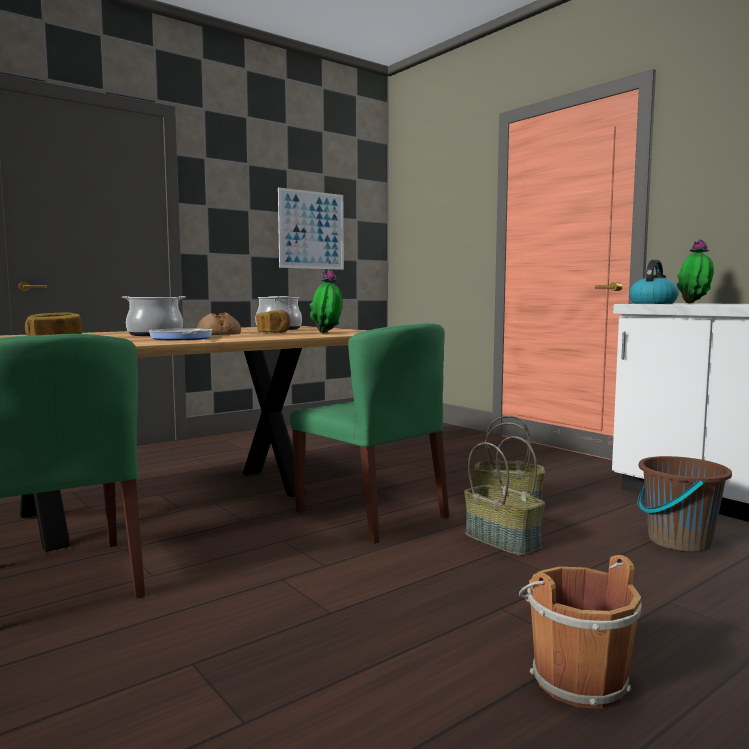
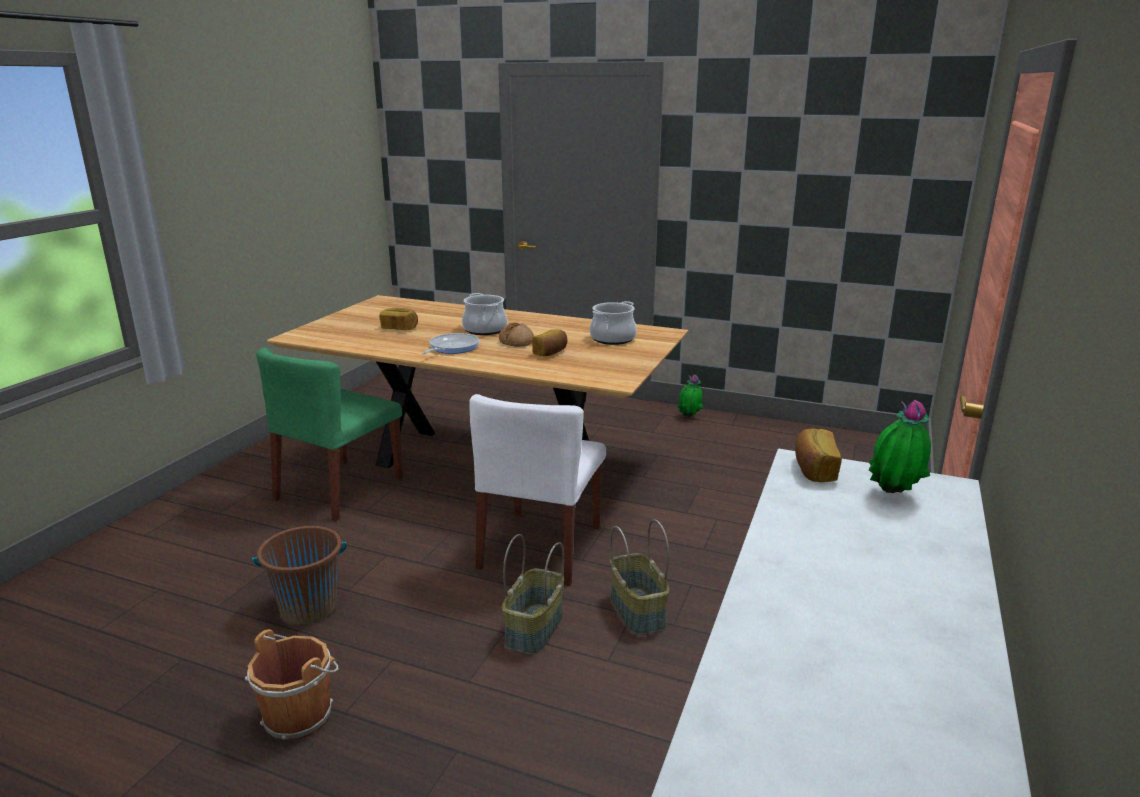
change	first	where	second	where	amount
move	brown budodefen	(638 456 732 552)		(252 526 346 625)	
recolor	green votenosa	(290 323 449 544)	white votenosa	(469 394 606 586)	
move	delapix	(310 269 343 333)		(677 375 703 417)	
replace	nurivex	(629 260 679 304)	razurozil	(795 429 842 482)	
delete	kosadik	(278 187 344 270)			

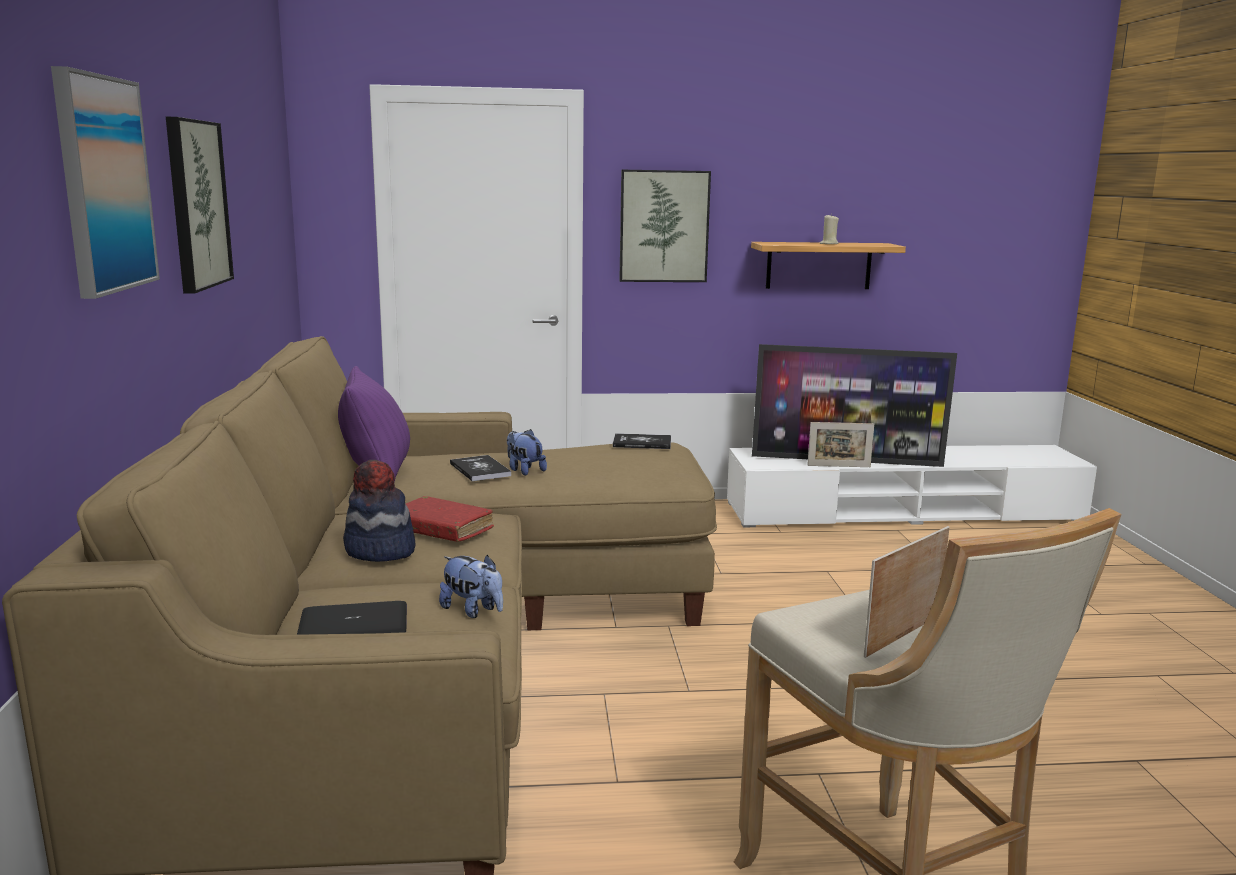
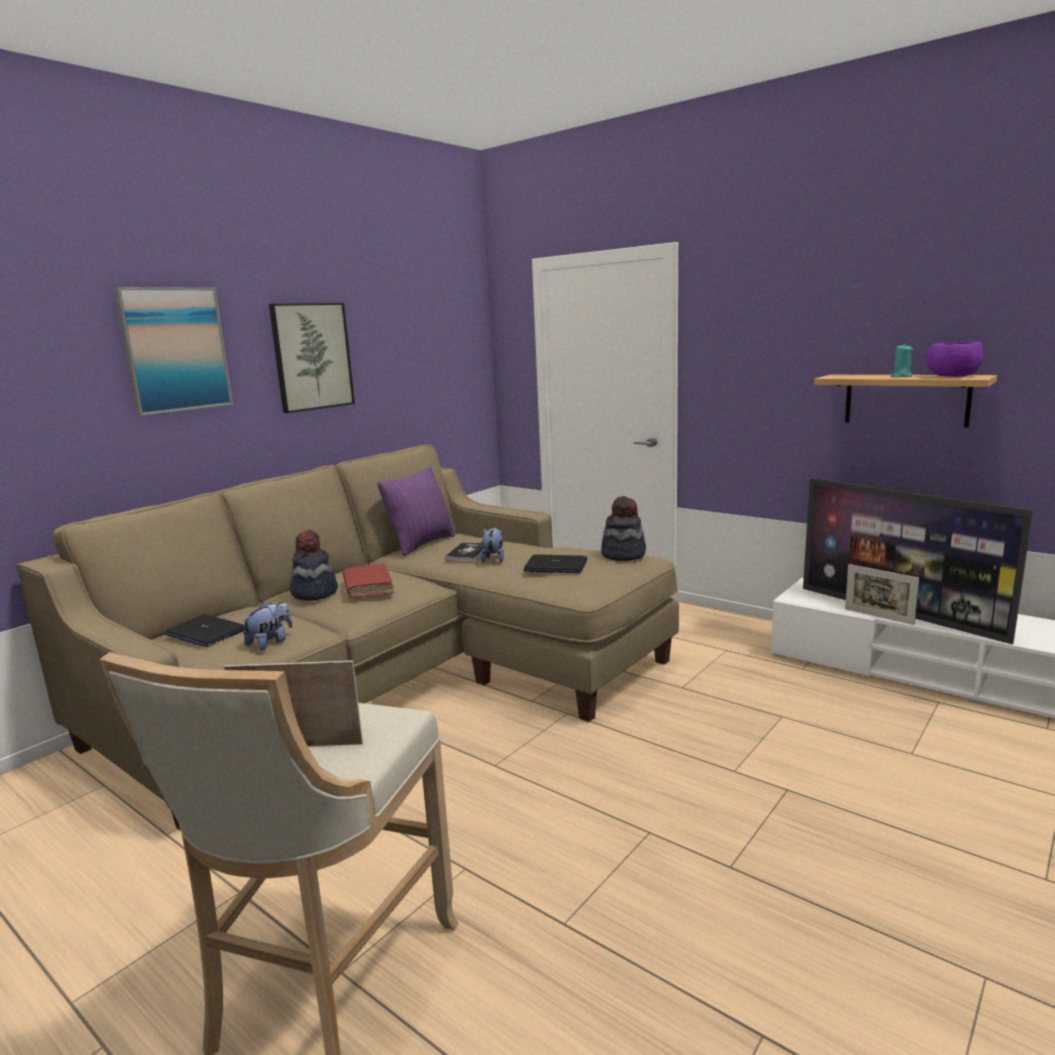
change	first	where	second	where	amount
rotate	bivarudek	(439 555 503 618)		(242 602 293 650)	135 degrees counterclockwise
insert			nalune	(523 554 587 573)	
replace	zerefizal	(613 433 671 449)	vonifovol	(601 496 646 561)	
recolor	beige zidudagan	(820 214 839 244)	turquoise zidudagan	(890 344 913 377)	
insert			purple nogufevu	(926 342 983 377)	
delete	kosadik	(619 170 711 282)			

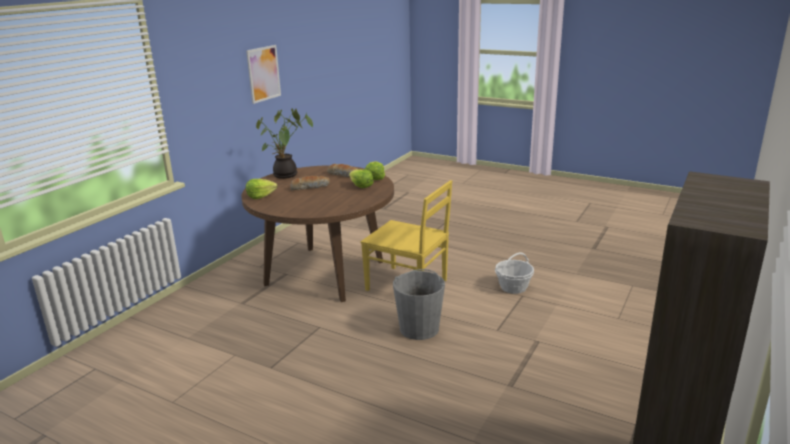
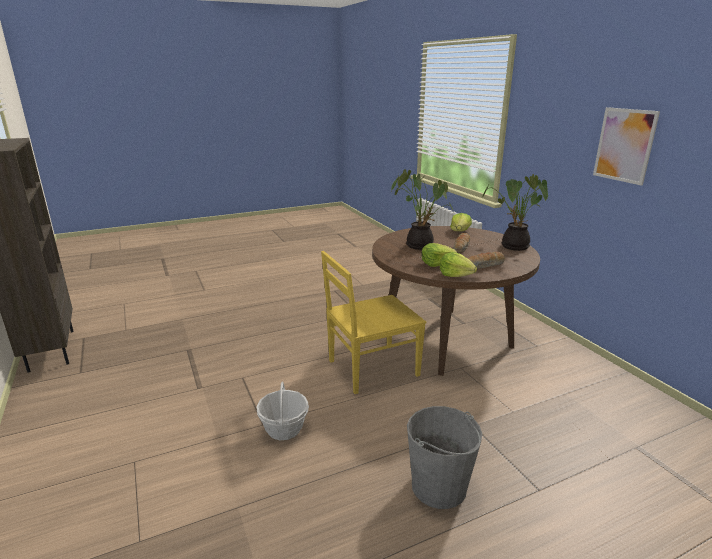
change	first	where	second	where	amount
insert			delapix	(391 169 453 250)	
move	grey budodefen	(393 269 445 340)		(407 406 482 509)	

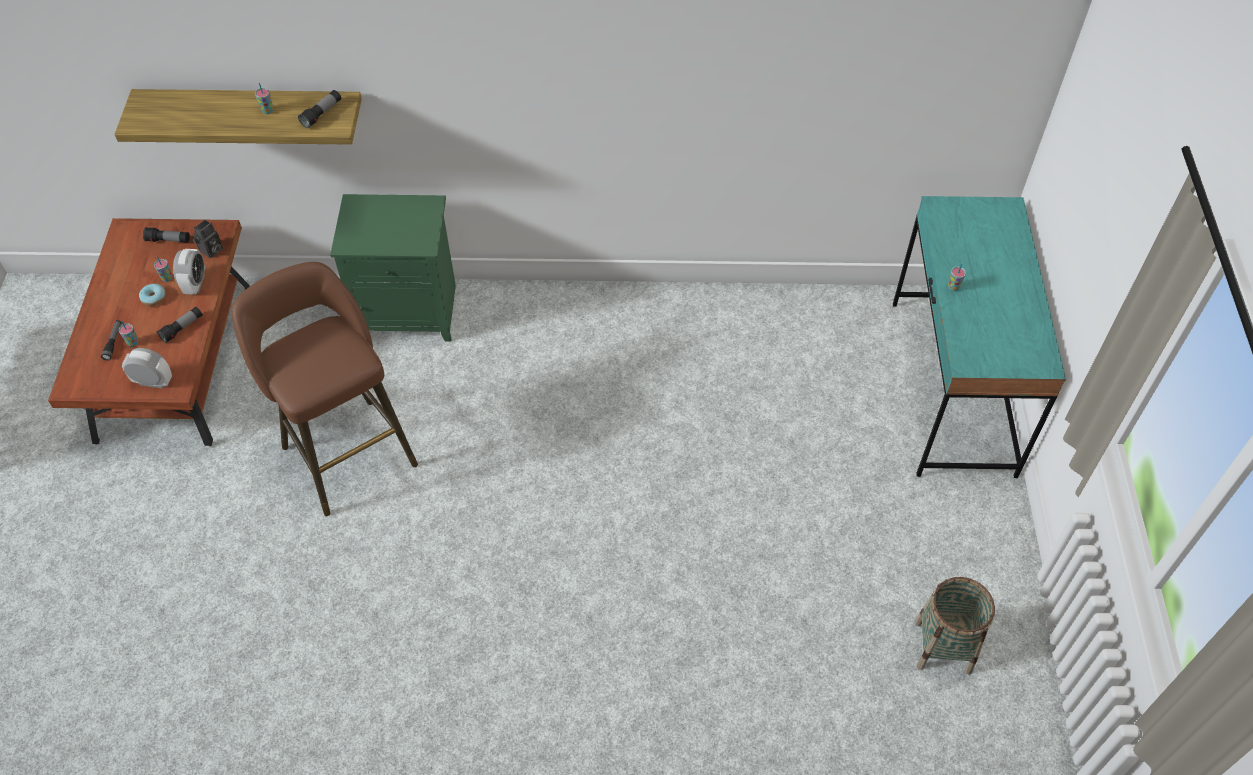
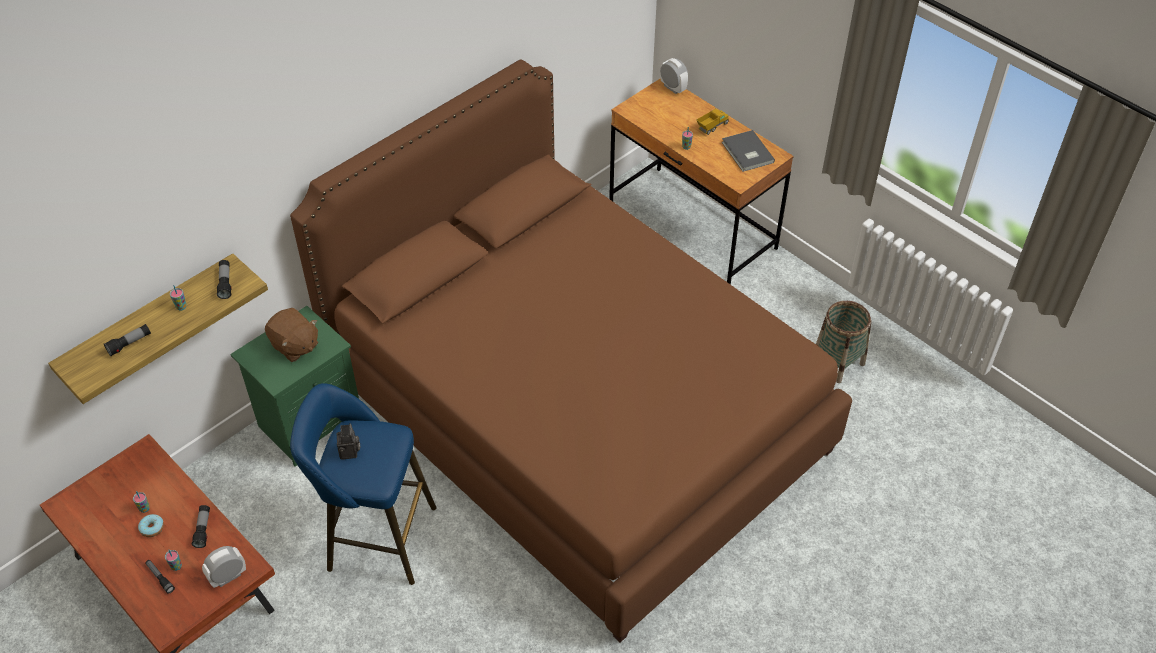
change	first	where	second	where	amount
move	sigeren	(143 227 190 243)		(104 324 151 356)	
insert			brown bivarudek	(265 308 318 362)	
insert			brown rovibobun	(290 59 852 643)	
recolor	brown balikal	(231 262 418 516)	blue balikal	(290 383 436 585)	
move	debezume	(193 220 223 258)		(337 423 360 460)	
recolor	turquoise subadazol	(893 196 1066 478)	brown subadazol	(609 78 794 285)	
move	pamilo	(173 249 205 295)		(660 58 688 94)	
insert			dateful	(697 109 729 135)	
insert			grey zerefizal	(722 130 775 172)	

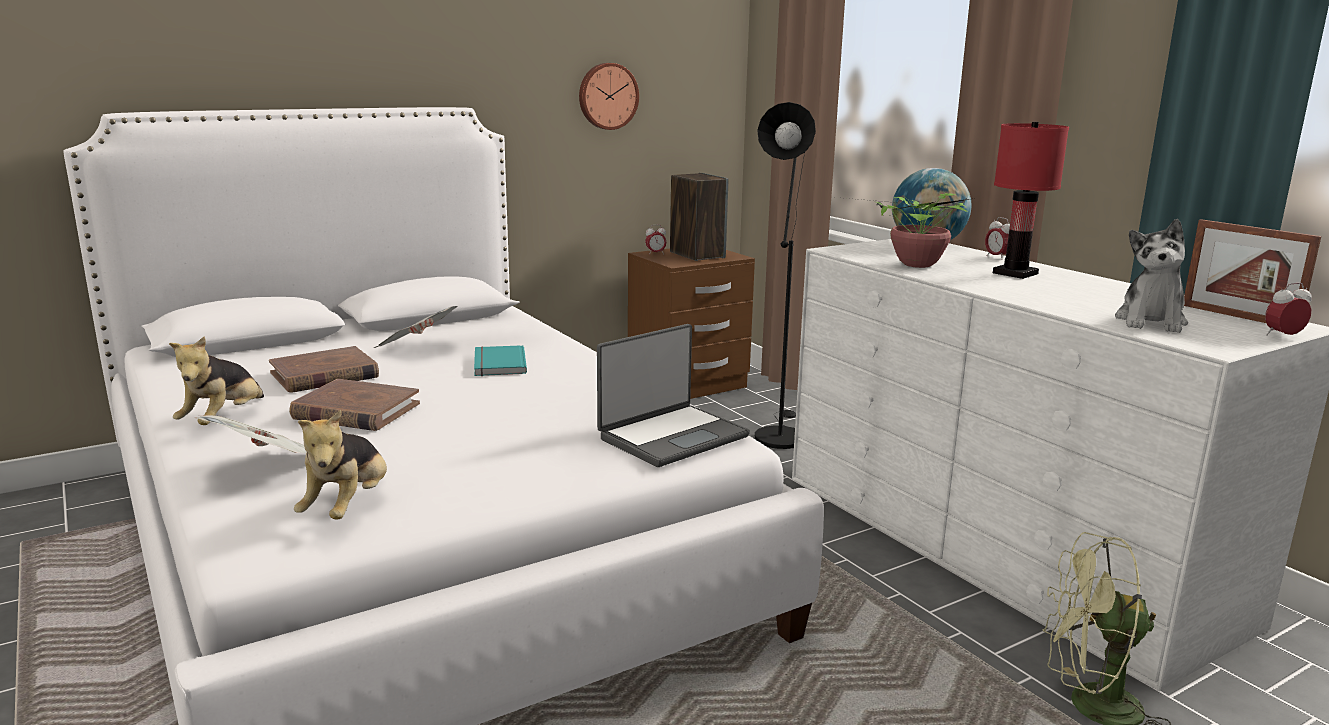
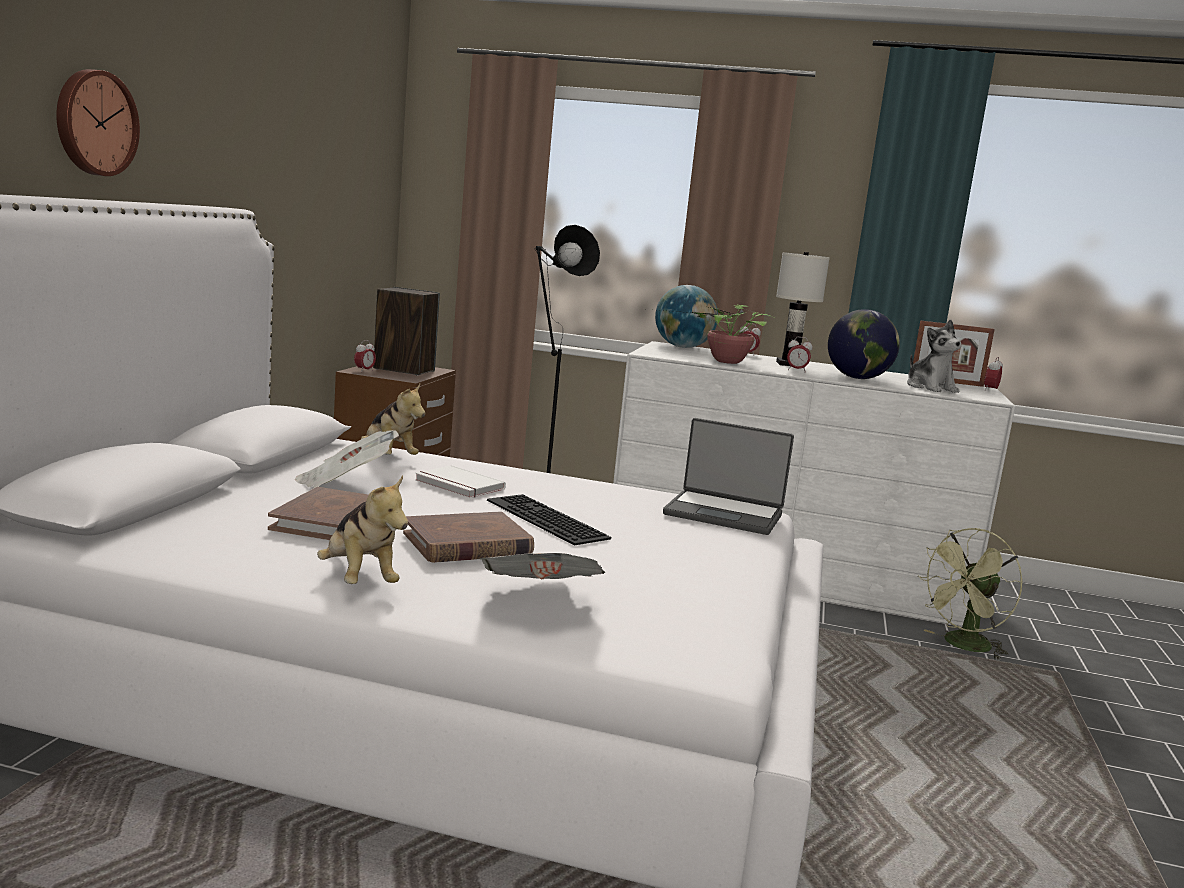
change	first	where	second	where	amount
move	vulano	(579 63 639 130)		(56 69 140 176)	
move	bivarudek	(294 410 387 520)		(361 384 425 455)	
recolor	turquoise zerefizal	(474 345 527 376)	white zerefizal	(415 465 506 498)	
insert			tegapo	(487 494 611 546)	
rotate	nalune	(597 324 750 467)		(663 418 794 535)	105 degrees clockwise
recolor	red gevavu	(993 122 1069 279)	white gevavu	(776 252 830 366)	
insert			pamilo	(787 337 813 371)	
insert			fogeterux	(828 309 900 379)	

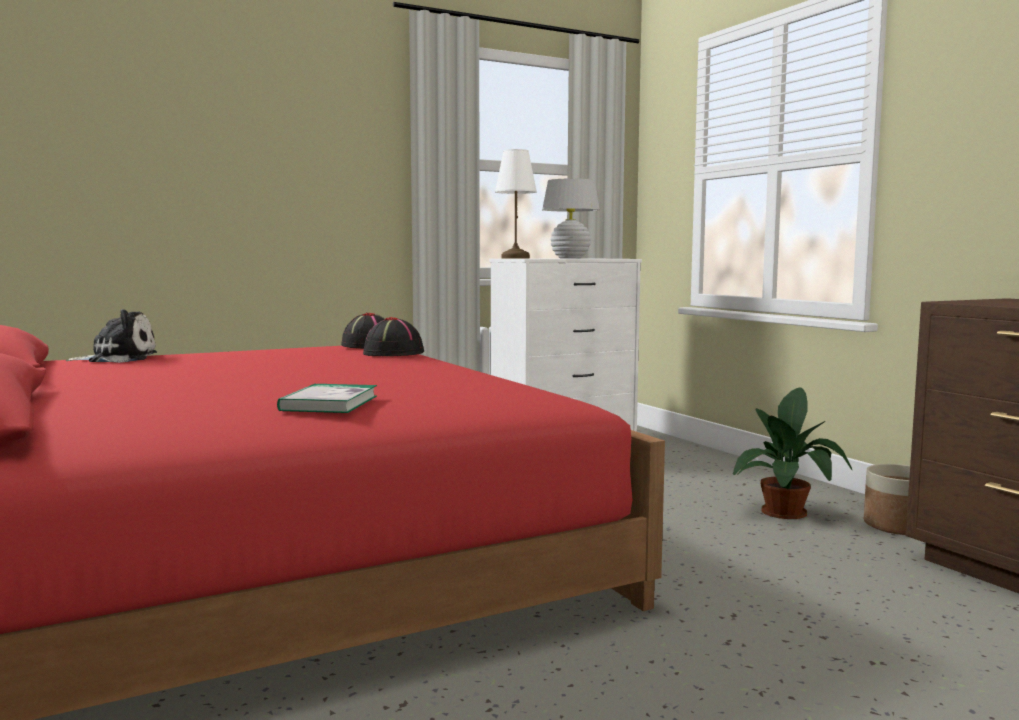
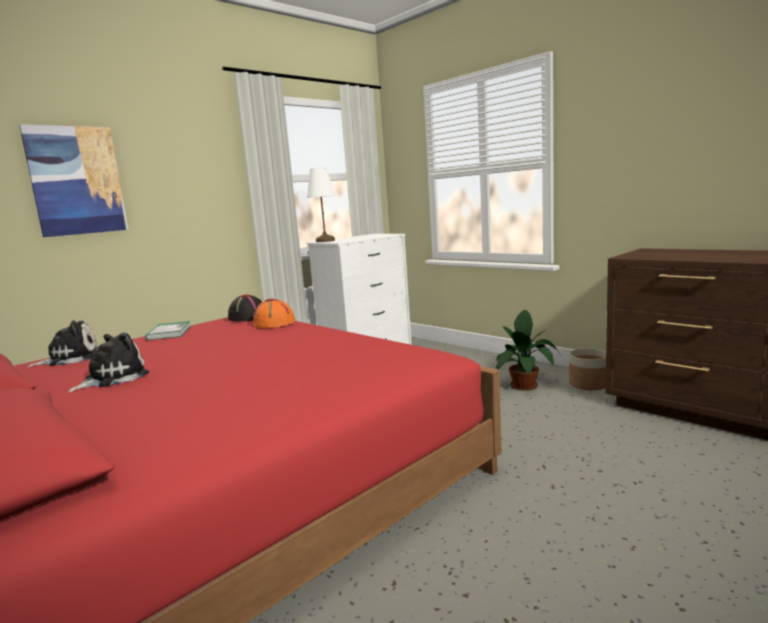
change	first	where	second	where	amount
insert			kosadik	(19 124 128 237)	
insert			bivarudek	(68 333 149 392)	
move	zerefizal	(277 383 377 413)		(145 321 191 340)	
recolor	black vonifovol	(363 317 424 356)	orange vonifovol	(253 299 295 328)	
delete	white gevavu	(542 178 600 259)			

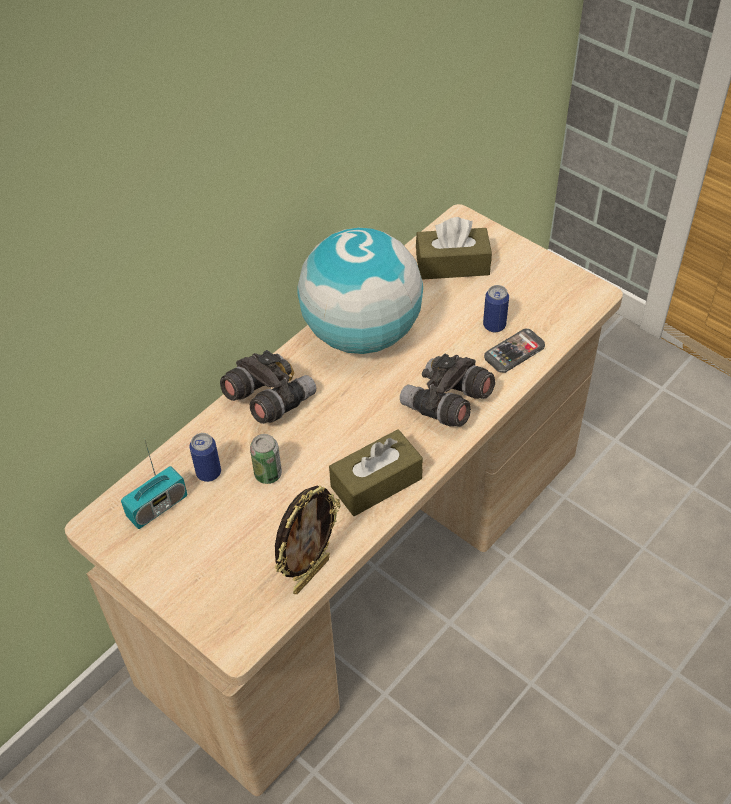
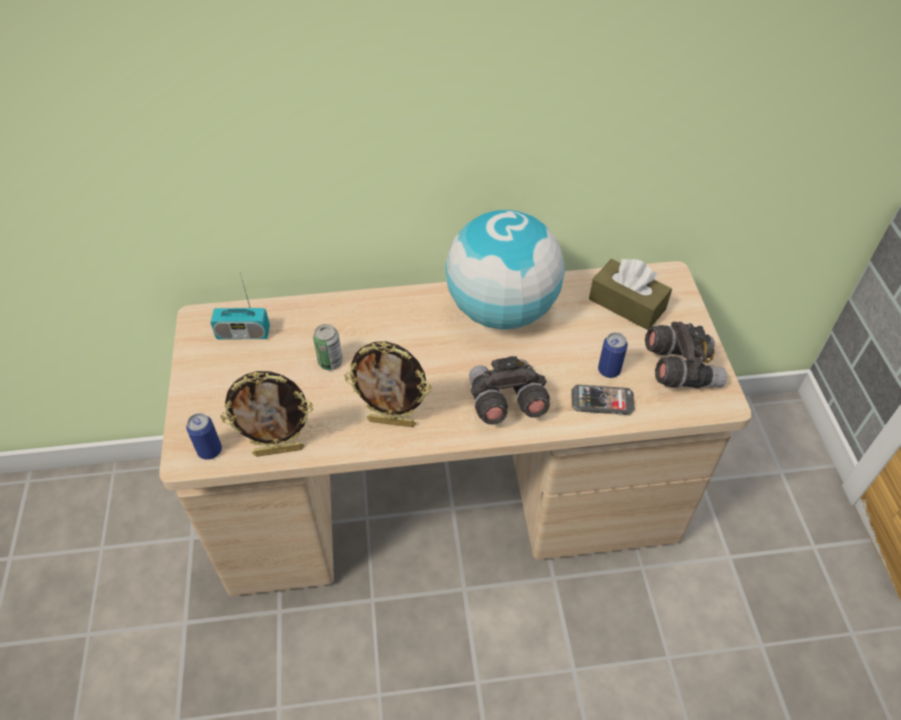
change	first	where	second	where	amount
move	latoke	(189 433 221 482)		(186 413 222 460)	
replace	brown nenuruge	(329 429 423 516)	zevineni	(344 341 432 427)	
move	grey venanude	(220 350 316 424)		(645 322 727 388)	

